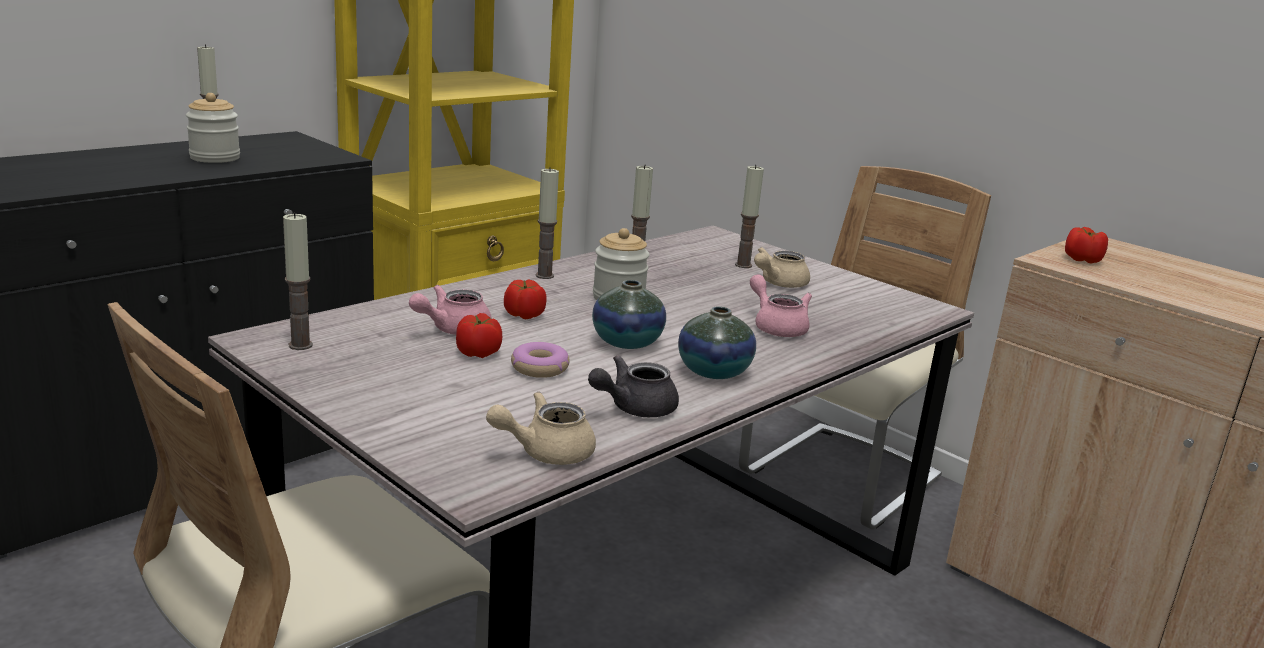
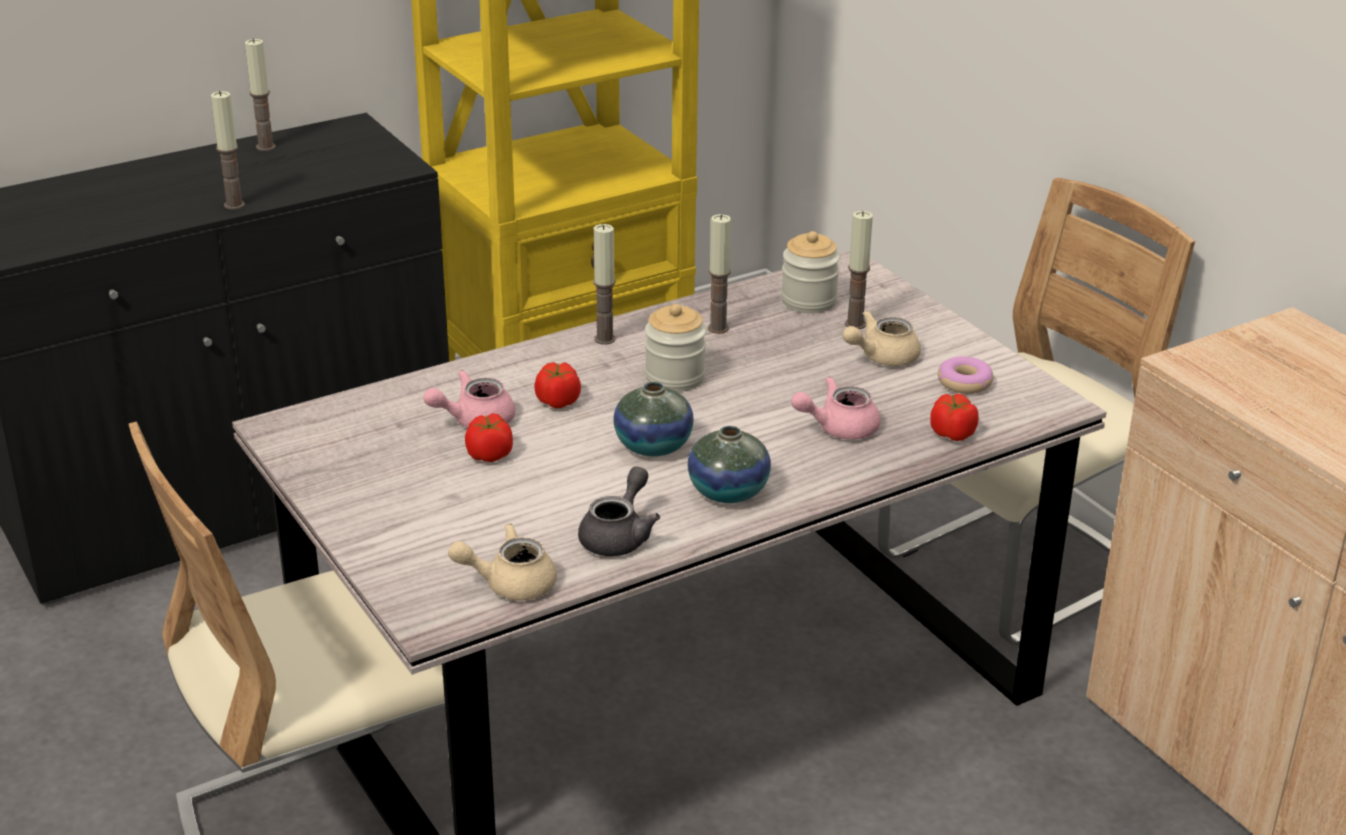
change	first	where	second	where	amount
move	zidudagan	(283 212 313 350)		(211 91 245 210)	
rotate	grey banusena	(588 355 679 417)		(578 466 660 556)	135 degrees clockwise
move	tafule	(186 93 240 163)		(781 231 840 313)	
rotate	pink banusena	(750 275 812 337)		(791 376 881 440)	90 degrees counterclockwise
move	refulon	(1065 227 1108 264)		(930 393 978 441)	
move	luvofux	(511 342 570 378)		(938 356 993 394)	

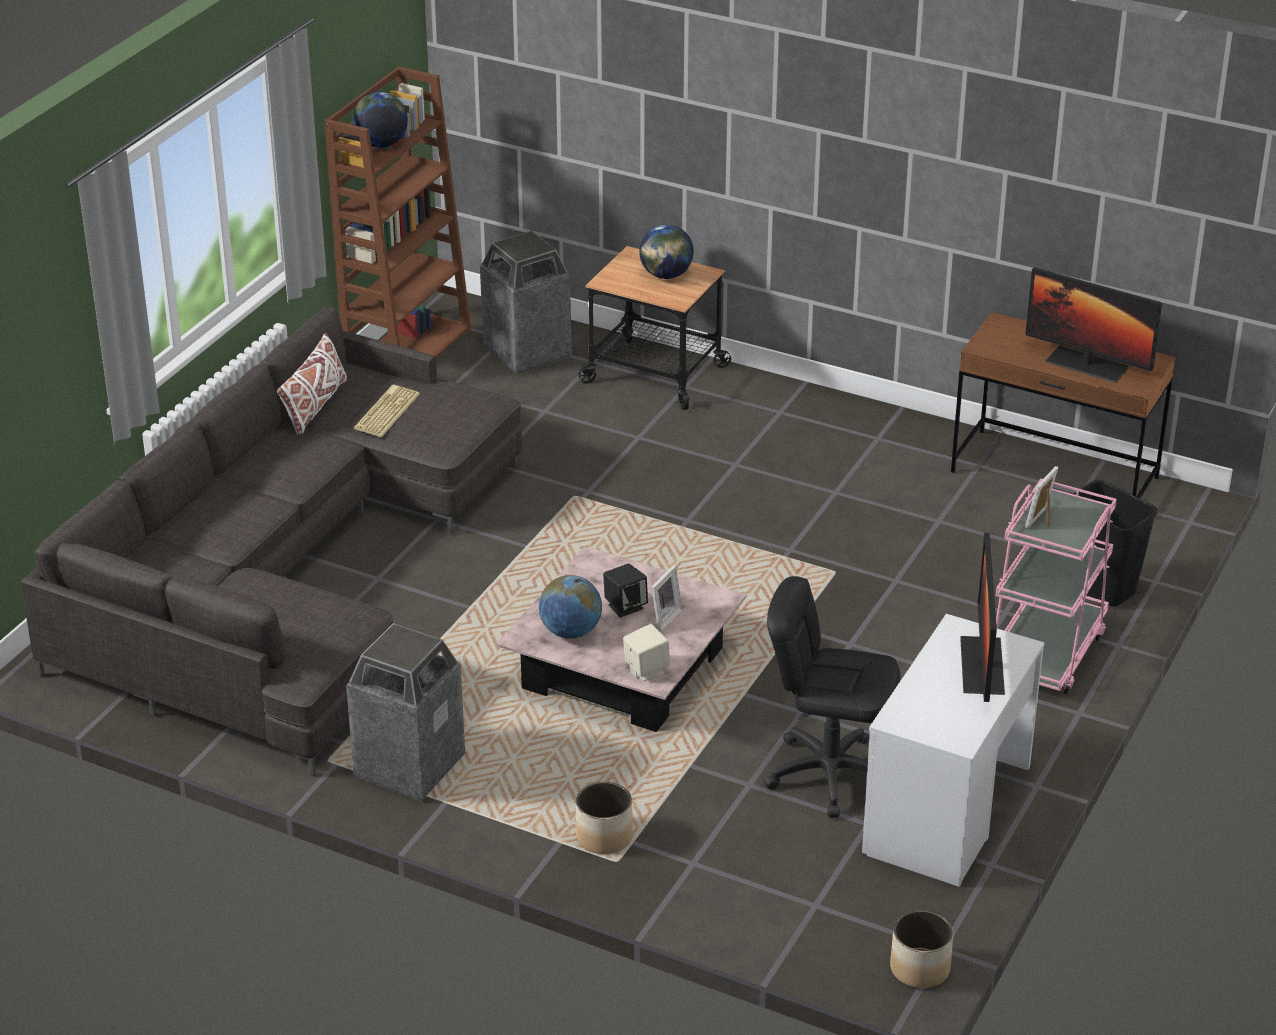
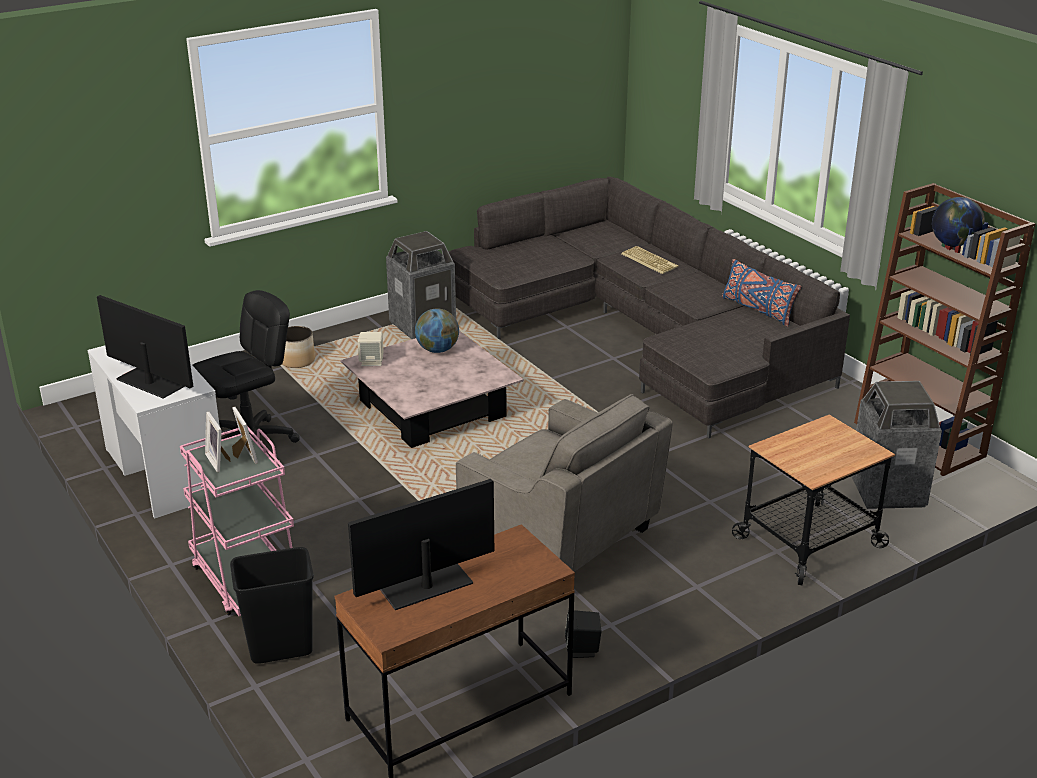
change	first	where	second	where	amount
move	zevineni	(652 565 682 632)		(205 412 231 472)	
insert			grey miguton	(456 394 673 572)	
move	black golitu	(603 563 648 617)		(565 610 602 658)	
move	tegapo	(354 385 420 437)		(621 246 678 274)	
recolor	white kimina	(277 333 347 435)	blue kimina	(722 259 802 327)	
delete	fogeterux	(639 225 694 279)			
delete	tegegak	(890 910 953 988)			

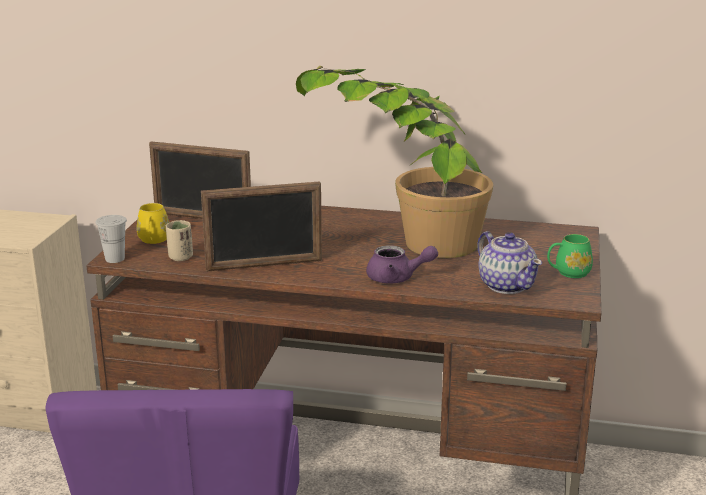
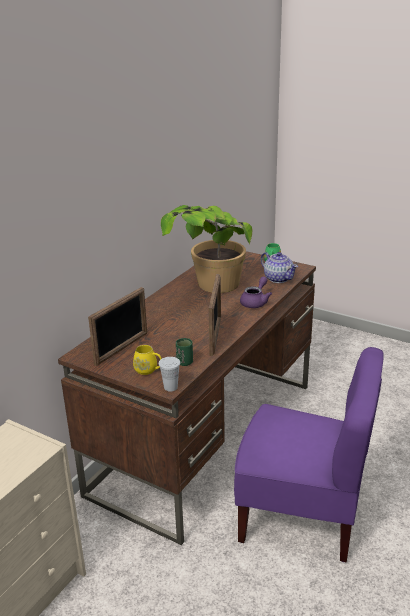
change	first	where	second	where	amount
recolor	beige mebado	(166 220 193 261)	green mebado	(176 338 193 366)	
rotate	banusena	(477 231 542 294)		(261 252 298 283)	60 degrees clockwise

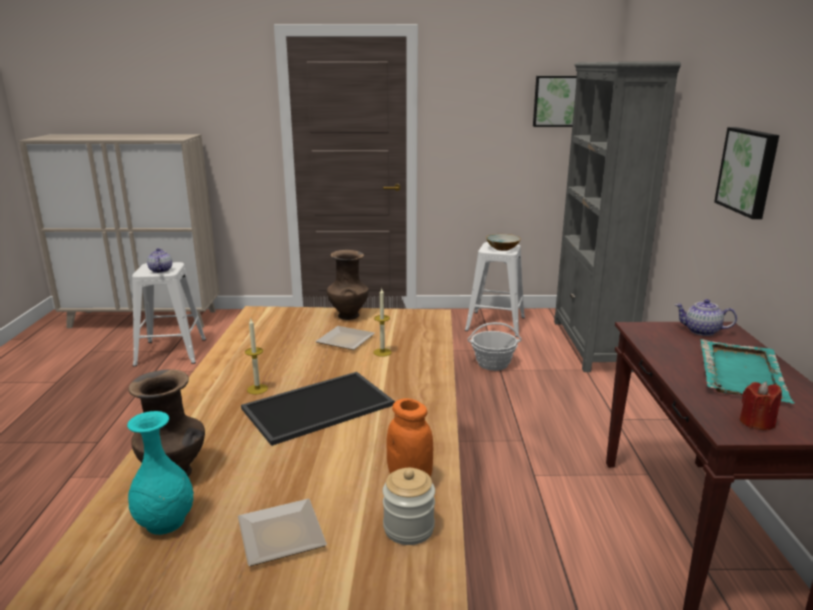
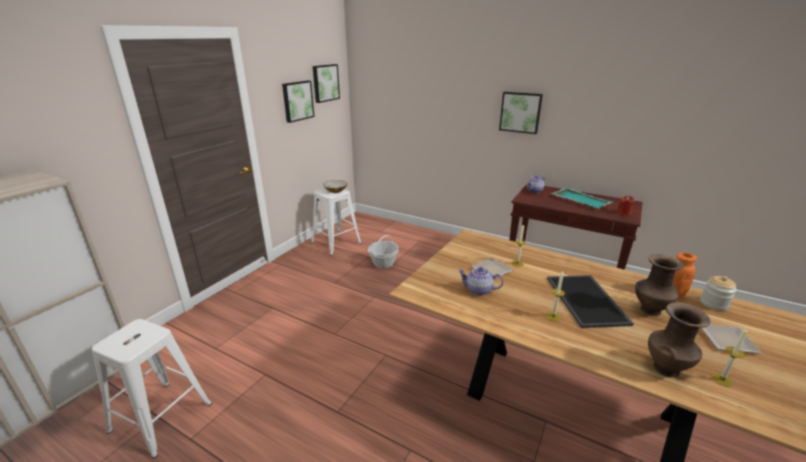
change	first	where	second	where	amount
insert			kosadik	(282 81 315 123)	
move	banusena	(147 248 172 273)		(458 267 503 296)	
move	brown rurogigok	(327 250 369 320)		(635 254 684 316)	
replace	turquoise rurogigok	(127 411 194 535)	zidudagan	(712 327 747 387)	
delete	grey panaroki	(554 62 681 372)			

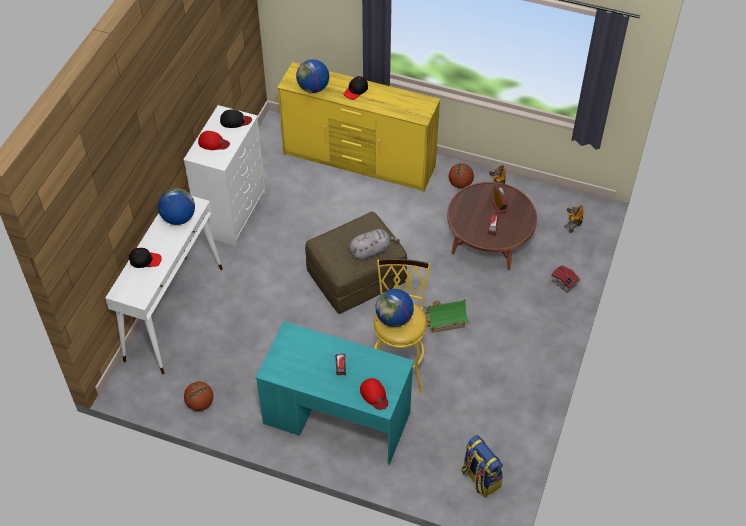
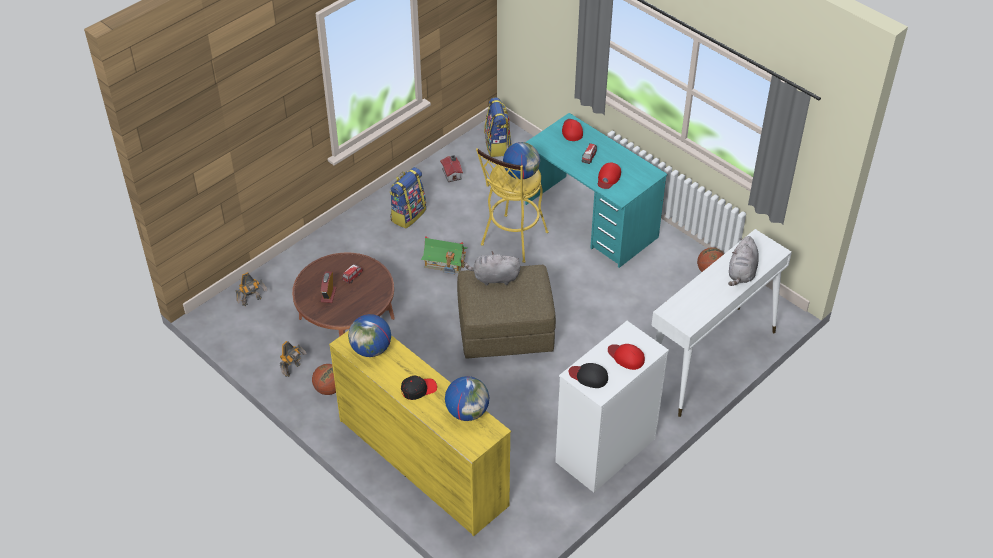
change	first	where	second	where	amount
move	fogeterux	(158 188 195 225)		(348 314 391 357)	
insert			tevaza	(390 167 426 229)	
move	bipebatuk	(551 265 580 293)		(440 155 463 182)	
insert			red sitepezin	(598 163 621 189)	
replace	black sitepezin	(129 248 162 268)	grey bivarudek	(728 236 759 286)	

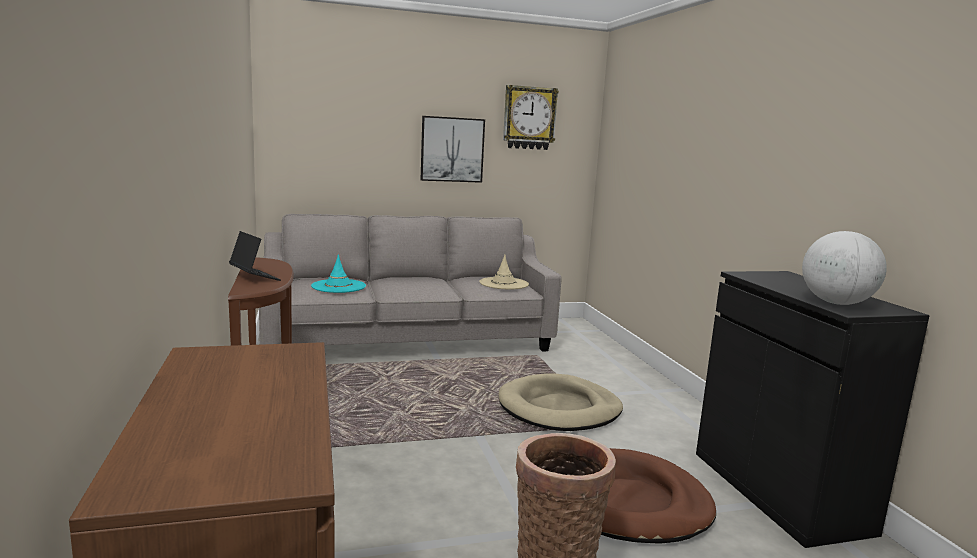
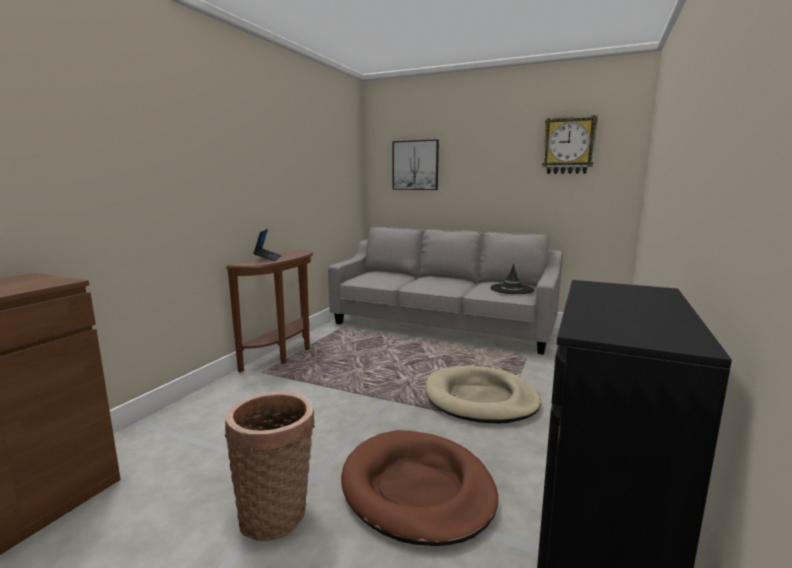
change	first	where	second	where	amount
move	kosadik	(421 116 485 183)		(393 139 439 190)	
recolor	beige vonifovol	(479 255 529 289)	black vonifovol	(490 264 535 294)	
delete	turquoise vonifovol	(311 254 366 293)			
delete	fogeterux	(802 231 887 305)			

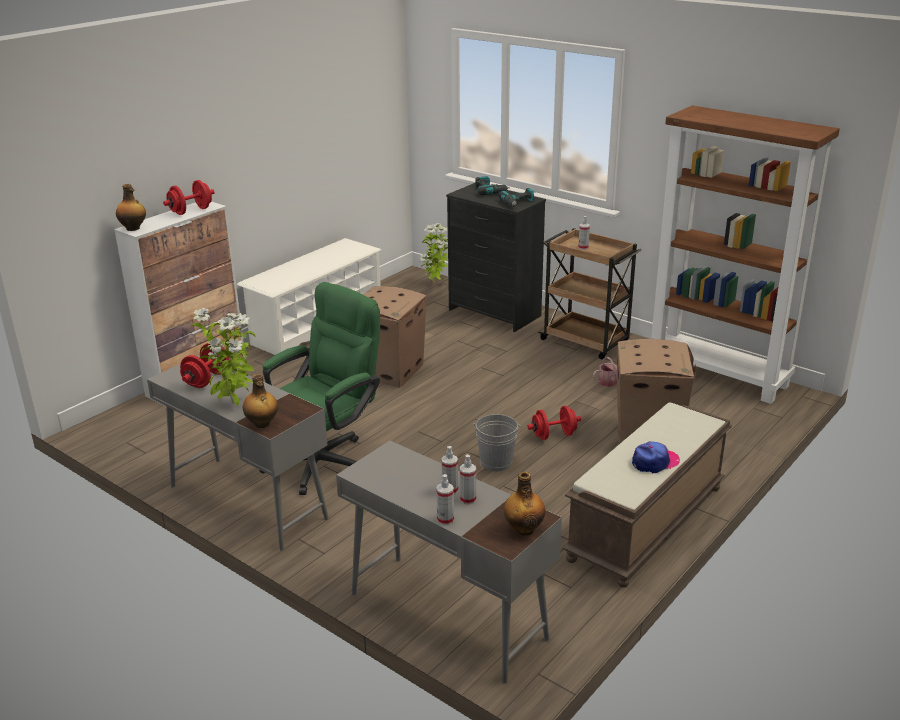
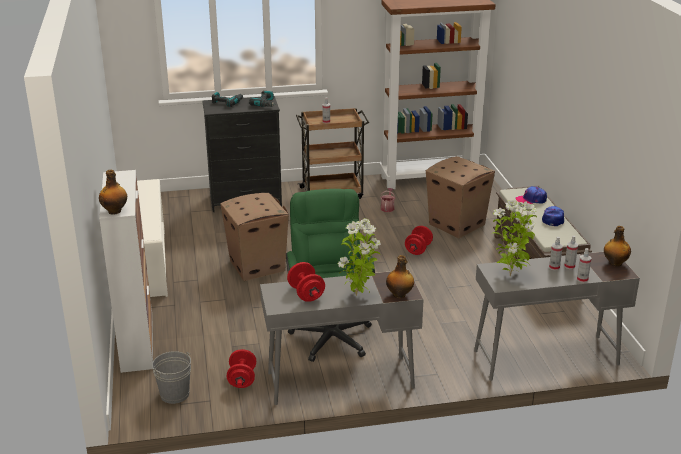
change	first	where	second	where	amount
move	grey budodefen	(472 414 521 471)		(152 351 191 404)	
move	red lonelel	(163 180 214 215)		(227 349 256 388)	
move	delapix	(420 223 448 284)		(491 200 537 276)	
insert			sitepezin	(515 186 547 204)	

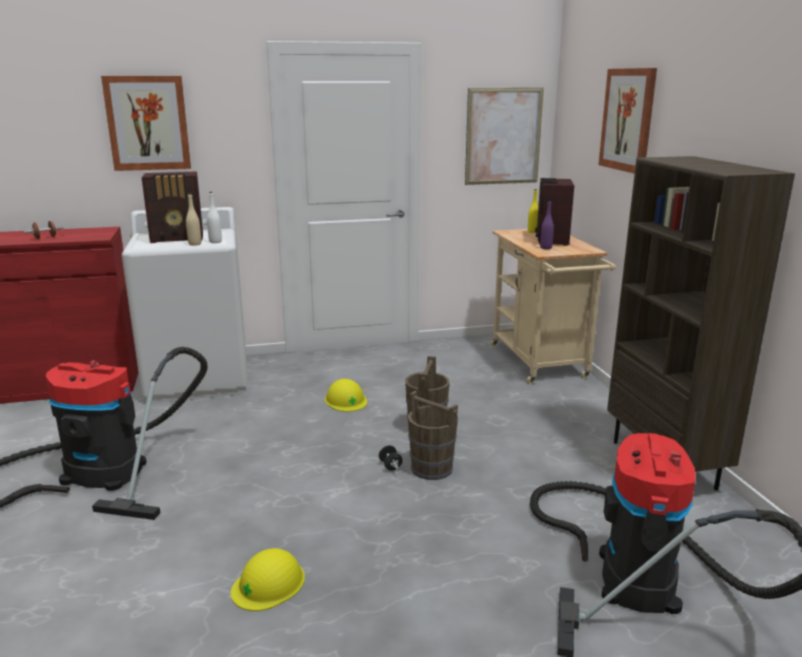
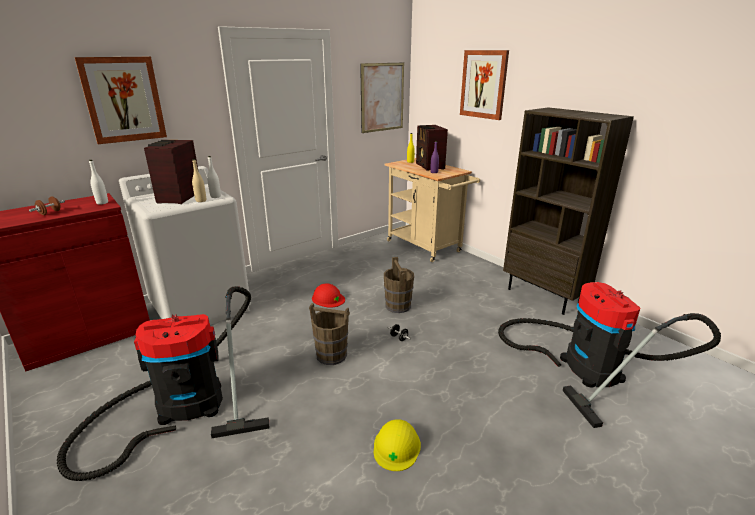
change	first	where	second	where	amount
insert			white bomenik	(89 160 108 205)	
rotate	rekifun	(141 171 203 243)		(144 140 199 204)	135 degrees clockwise
move	brown budodefen	(408 391 458 480)		(309 303 350 365)	
recolor	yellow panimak	(325 379 367 412)	red panimak	(312 283 345 308)	

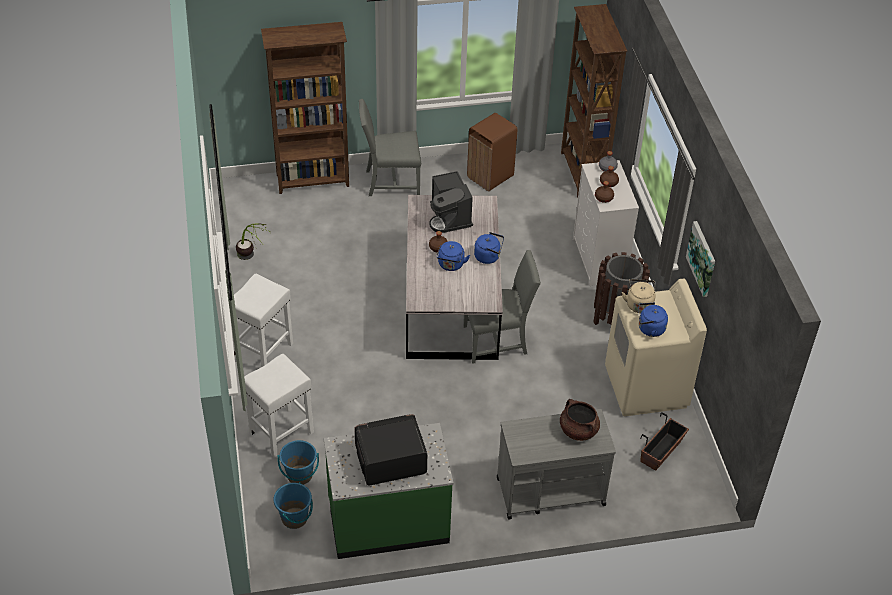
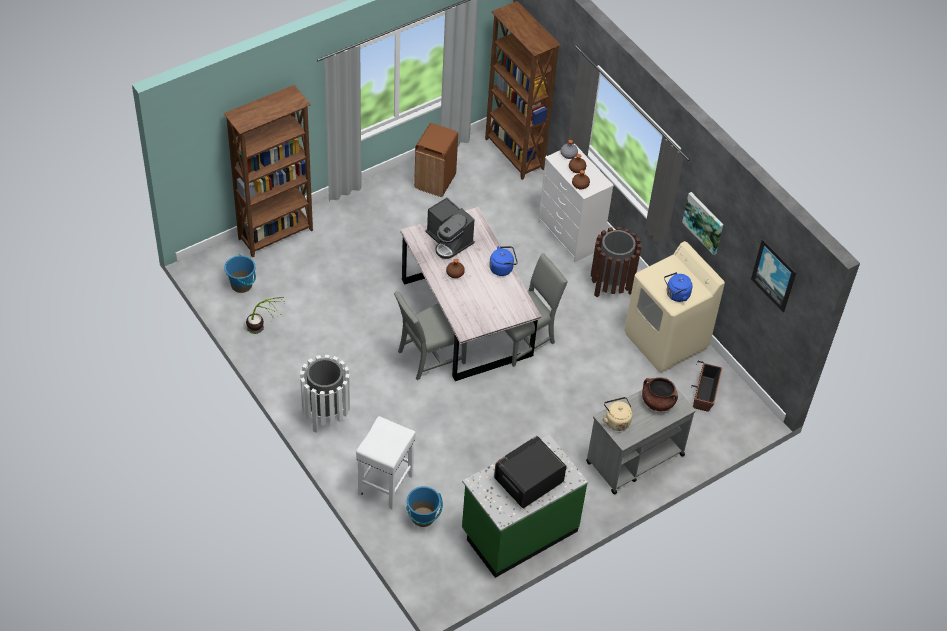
change	first	where	second	where	amount
move	blue budodefen	(274 482 313 529)		(225 254 256 293)	
replace	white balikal	(230 274 293 367)	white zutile	(300 355 350 433)	
move	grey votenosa	(359 99 421 196)		(394 291 467 380)	
move	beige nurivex	(622 279 656 313)		(602 397 633 431)	
insert			kosadik	(751 239 796 312)	
delete	blue nurivex	(436 241 470 271)			

